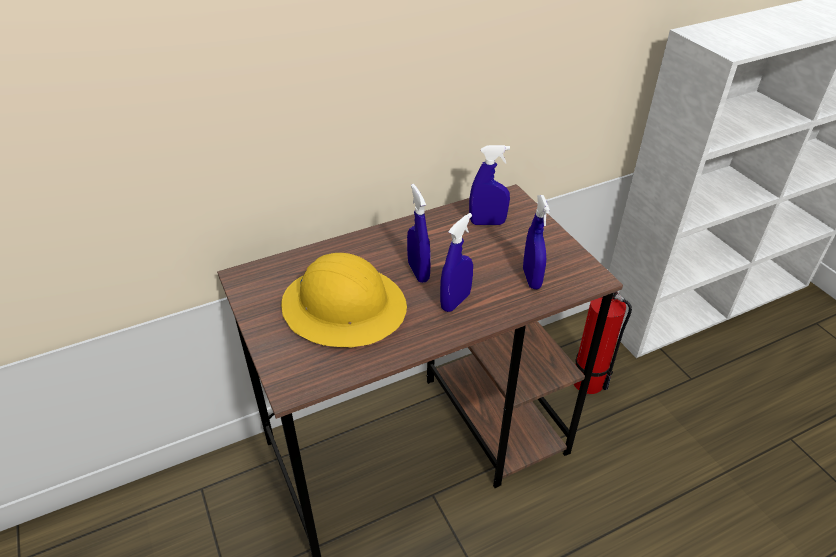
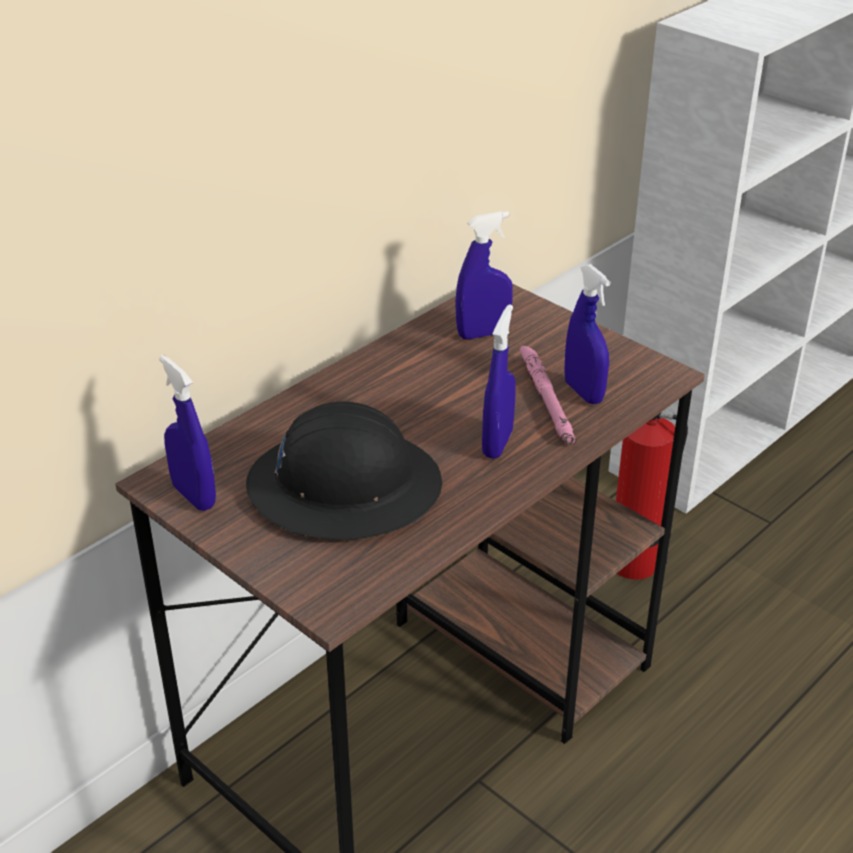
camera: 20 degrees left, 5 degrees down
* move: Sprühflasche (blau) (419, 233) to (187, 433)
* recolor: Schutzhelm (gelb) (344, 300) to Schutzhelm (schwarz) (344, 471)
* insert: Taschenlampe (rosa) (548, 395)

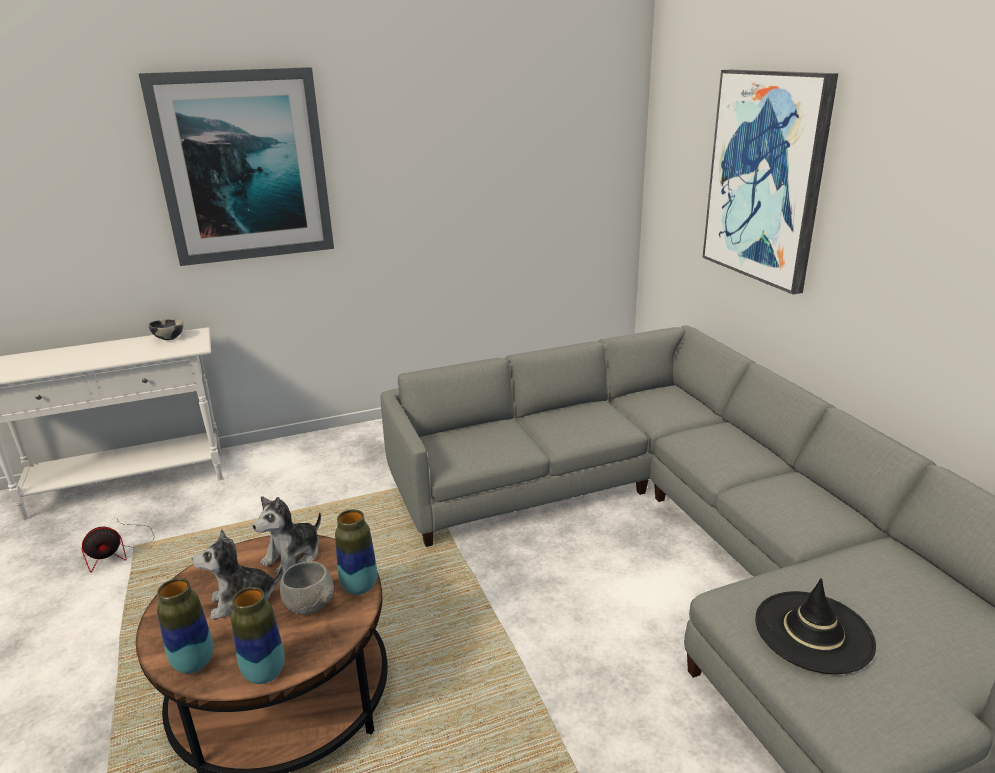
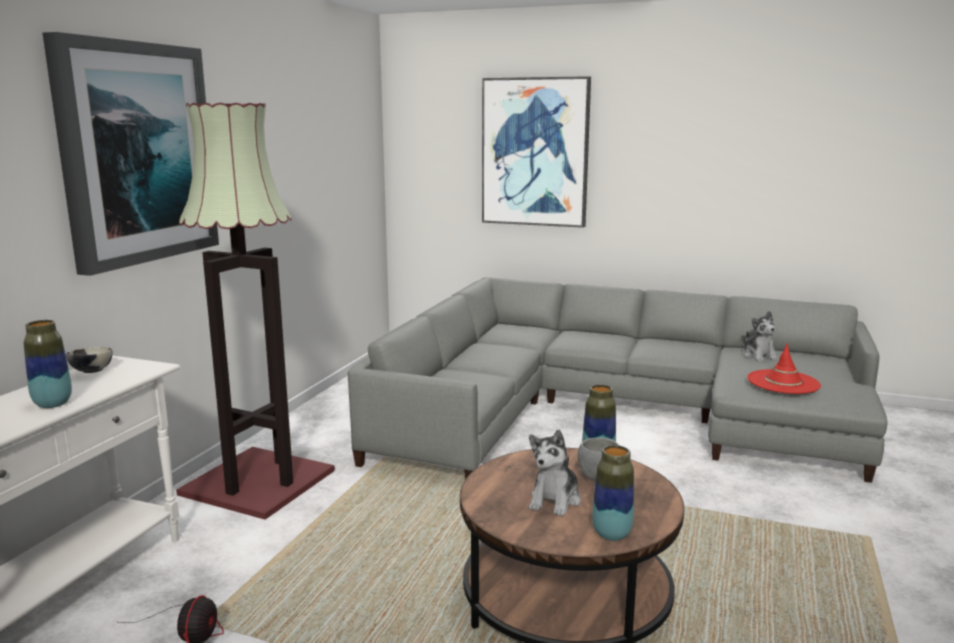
camera: 50 degrees left, 10 degrees down
* move: Plüschtier (286, 535) to (761, 336)
* recolor: Hut (schwarz) (815, 626) to Hut (rot) (784, 368)
* move: Vase (258, 635) to (48, 364)
* insert: Stehlampe (255, 311)

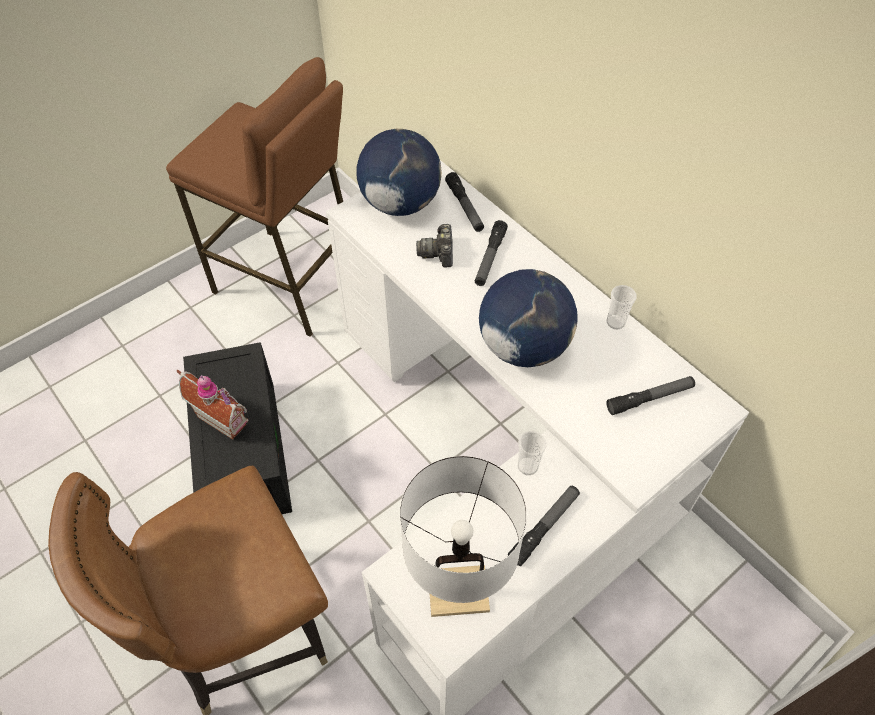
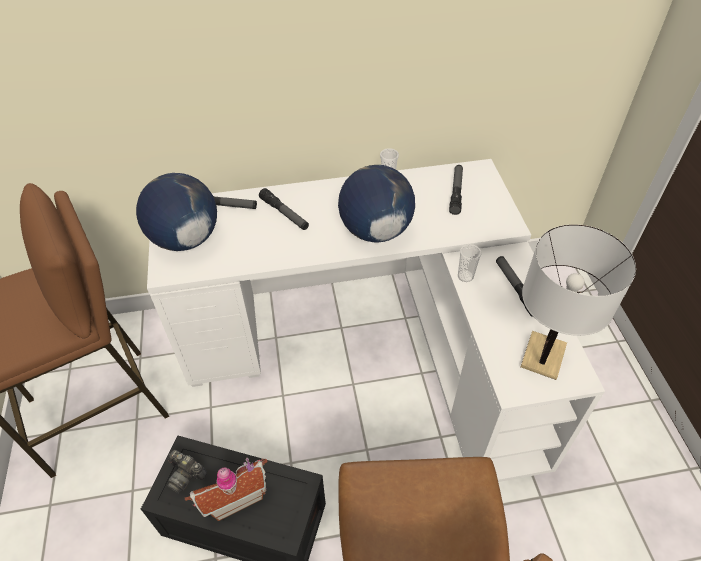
camera: 60 degrees left, 5 degrees down
* move: Kamera (434, 246) to (187, 472)

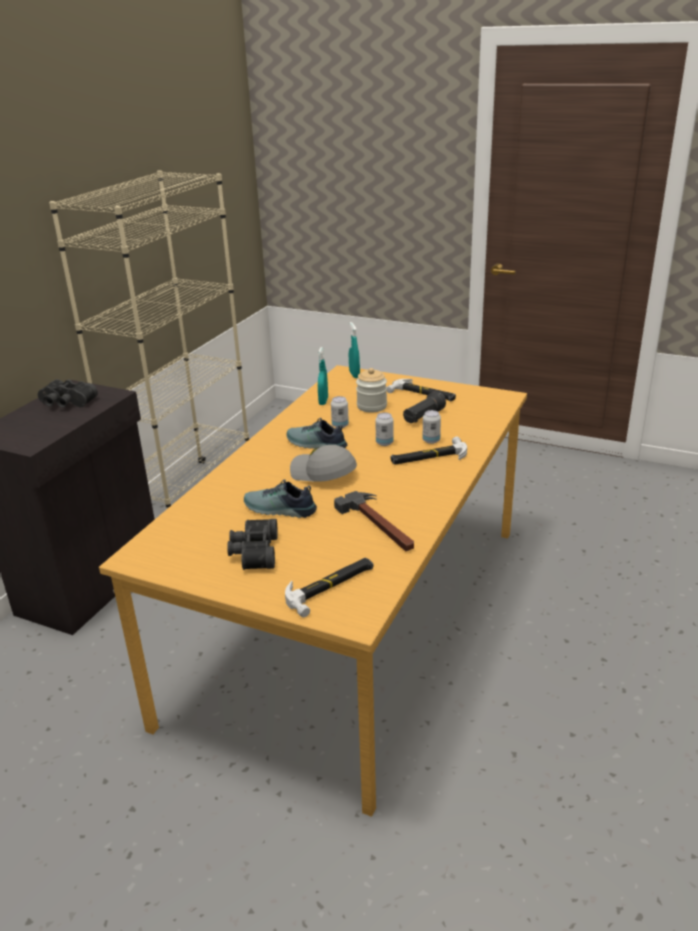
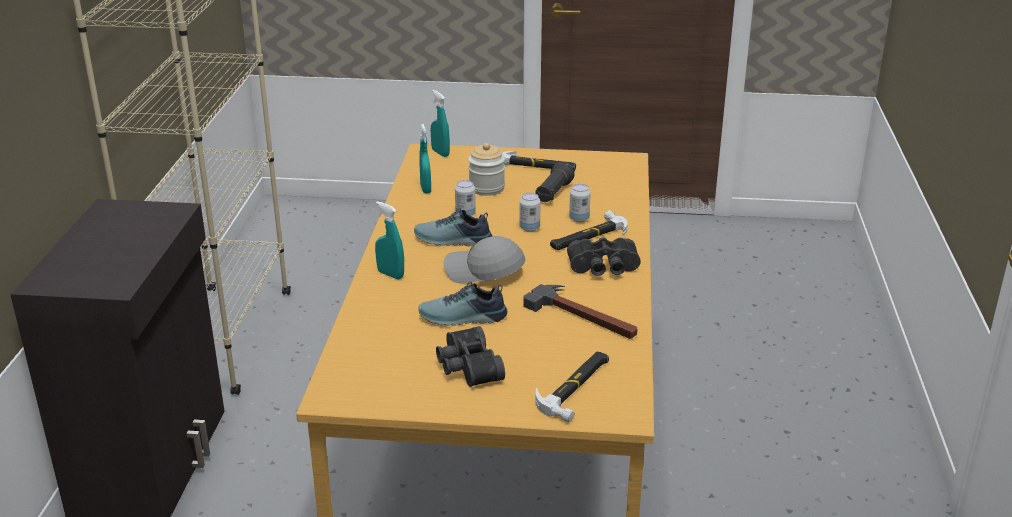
camera: 20 degrees left, 0 degrees up
* move: Fernglas (schwarz) (68, 393) to (604, 256)
* insert: Sprühflasche (türkis) (389, 240)

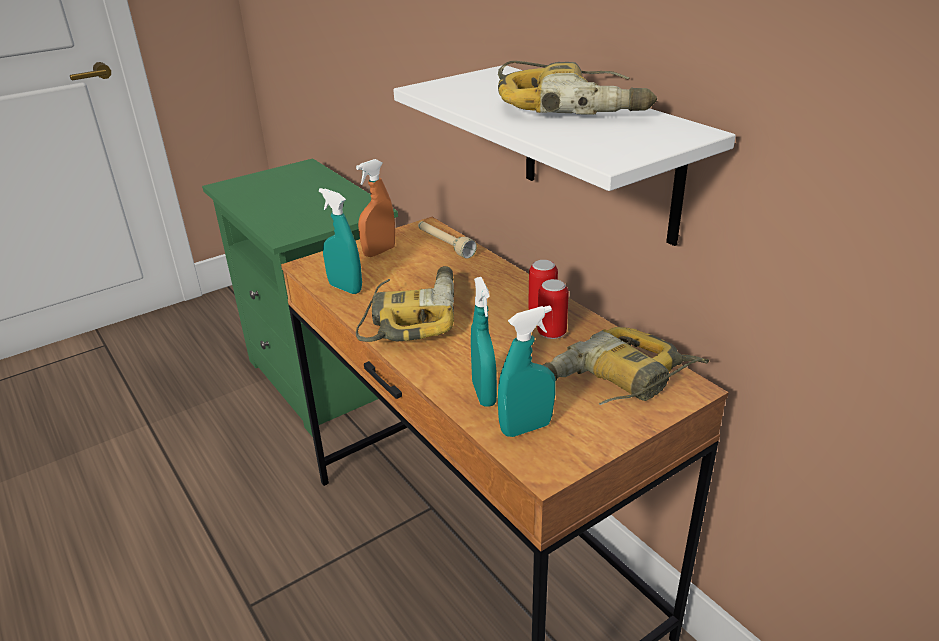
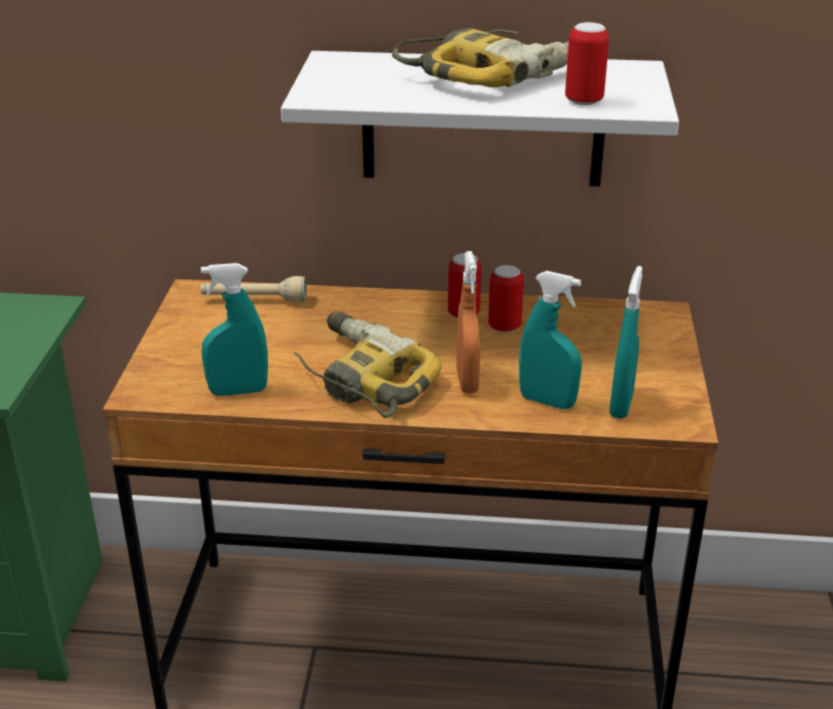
camera: 50 degrees left, 0 degrees up
* move: Sprühflasche (orange) (375, 208) to (468, 322)
* delete: Bohrmaschine (626, 366)
* insert: Dose (587, 63)

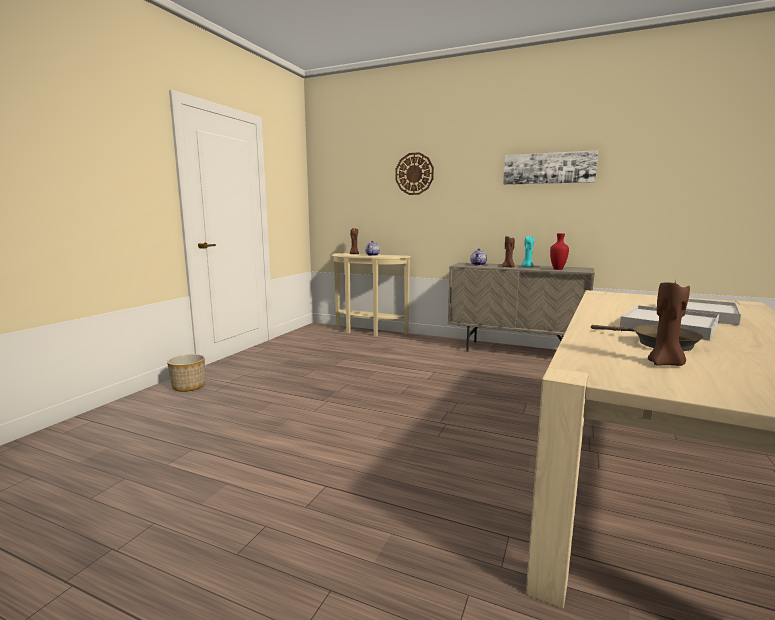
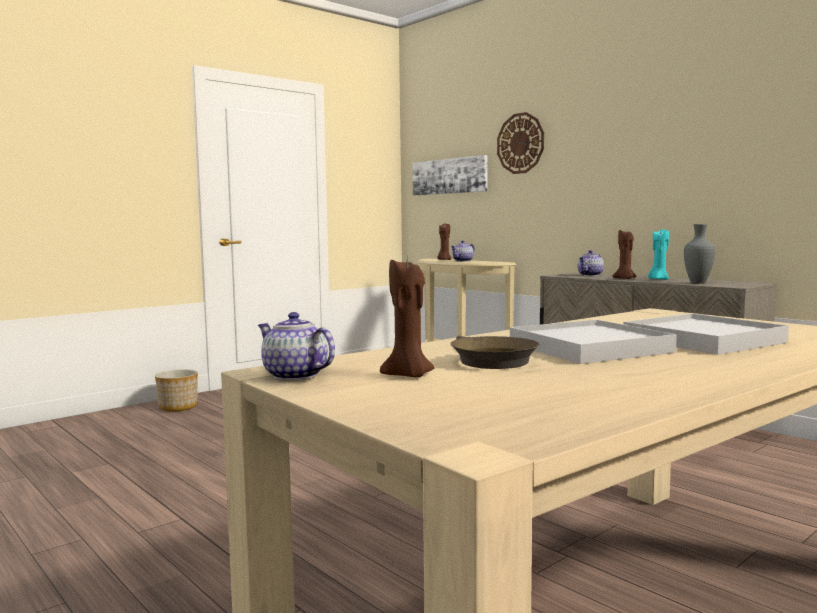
camera: 25 degrees right, 5 degrees down
* move: Bild (550, 167) to (450, 175)
* recolor: Vase (rot) (559, 251) to Vase (grau) (699, 254)
* insert: Teekanne (296, 346)

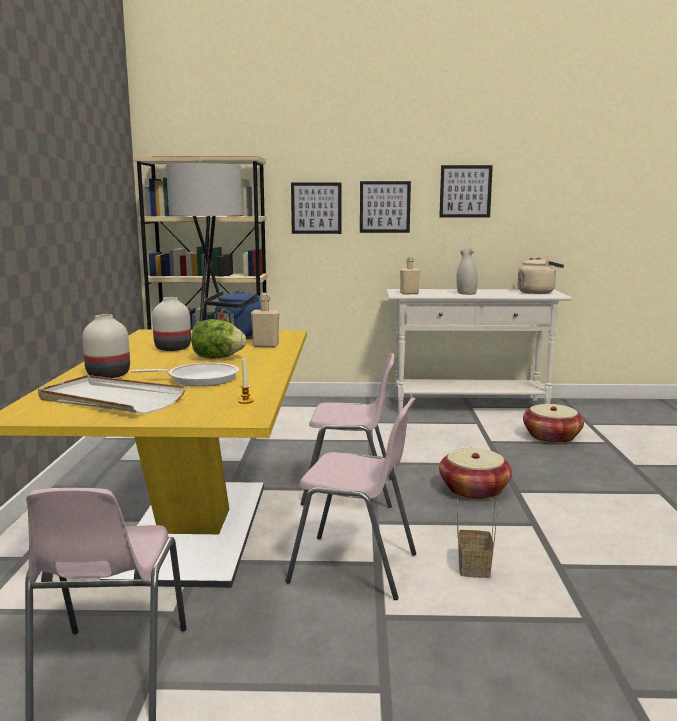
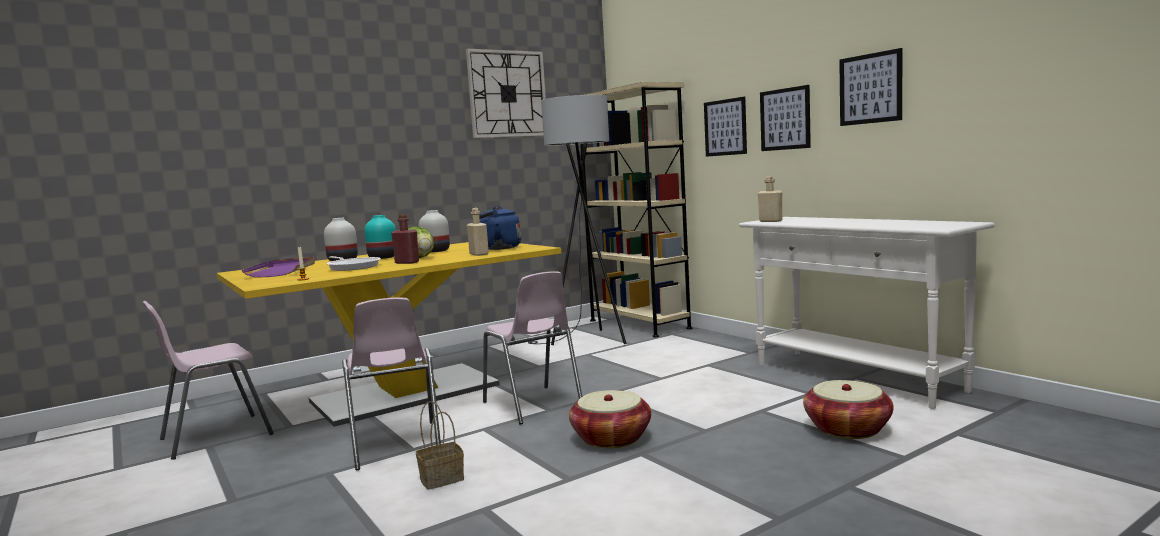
camera: 55 degrees right, 5 degrees down
* delete: Vase (weiß) (467, 272)
* delete: Wasserkessel (beige) (541, 275)
* recolor: Tablett (weiß) (112, 394) to Tablett (lila) (278, 267)
* insert: Wanduhr (506, 93)
* insert: Flasche (rot) (405, 239)
* insert: Vase (türkis) (380, 237)

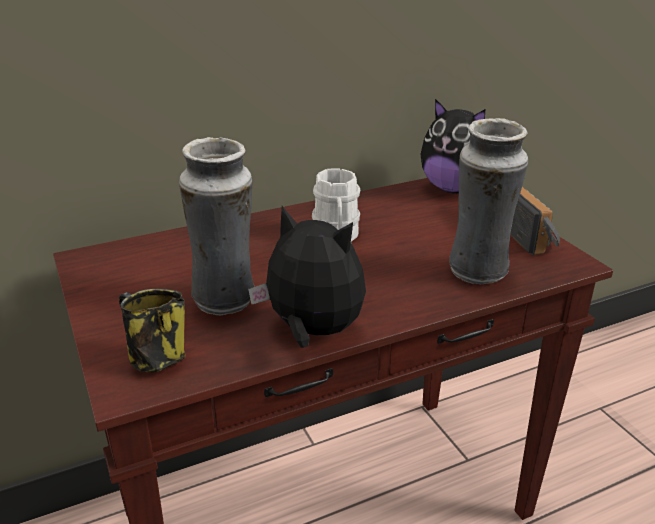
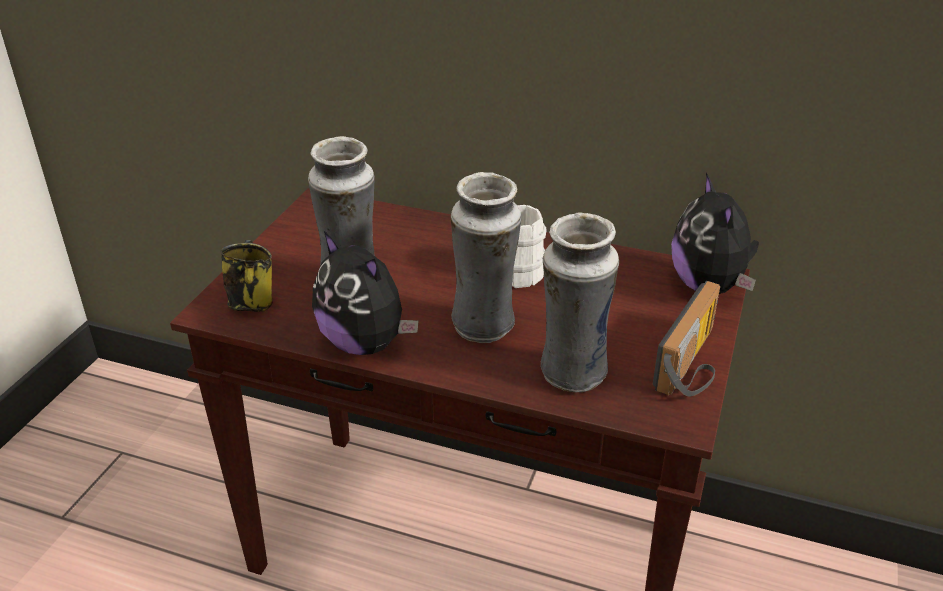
camera: 45 degrees right, 5 degrees up
* rotate: Plüschtier (307, 277) = (365, 293) 150 degrees clockwise
* insert: Vase (486, 257)

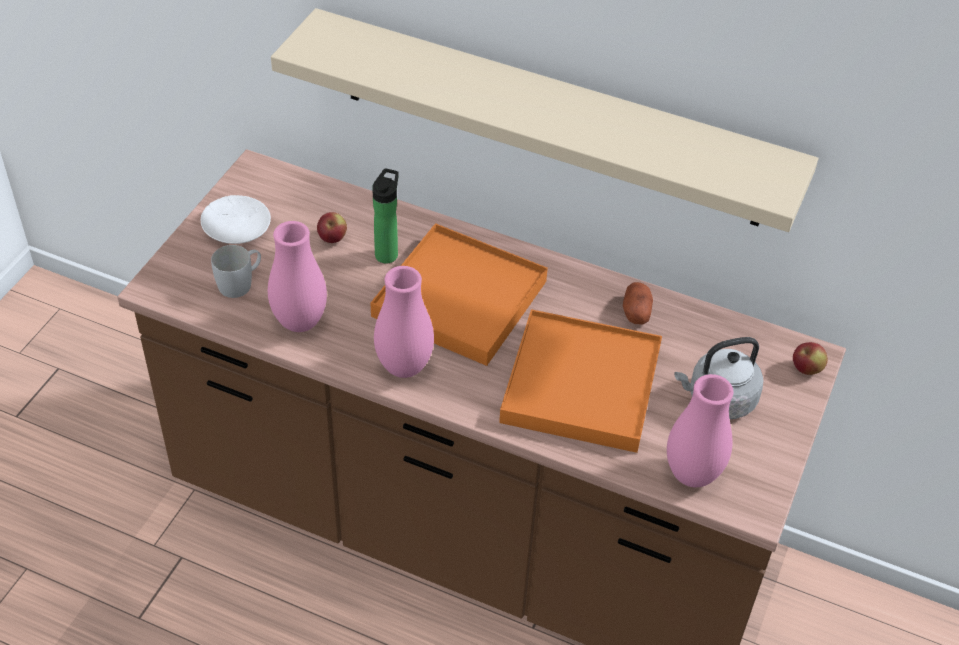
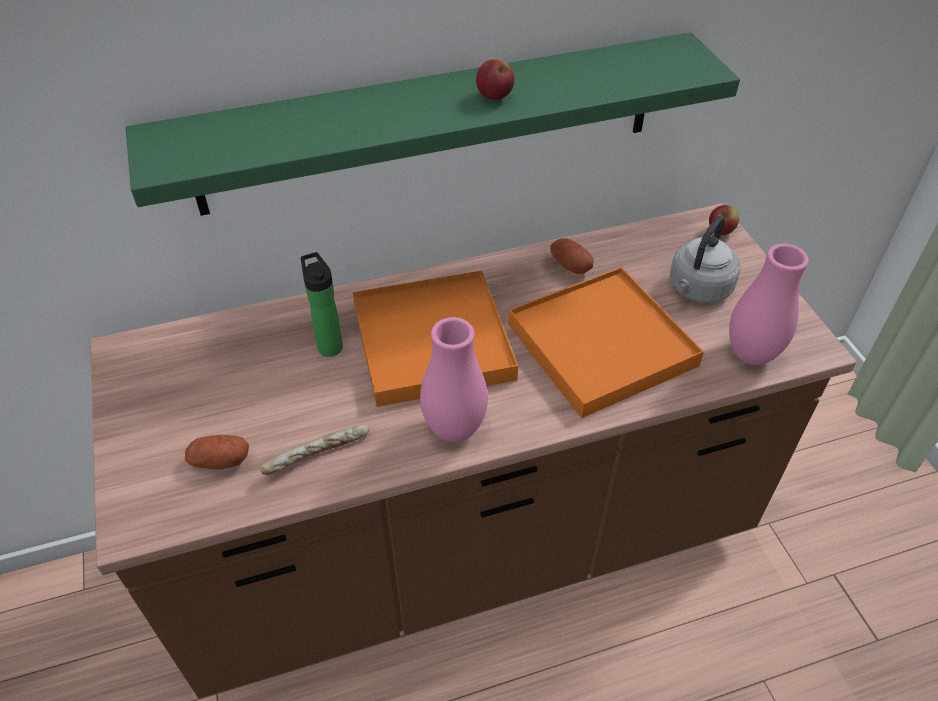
camera: 40 degrees left, 0 degrees up
* recolor: Wandregal (beige) (544, 120) to Wandregal (grün) (433, 124)
* delete: Teller (weiß) (236, 219)
* move: Apfel (332, 227) to (495, 79)
* replace: Vase (rosa) (297, 276) to Brot (315, 450)
* replace: Henkelbecher (weiß) (236, 271) to Kartoffel (217, 452)

